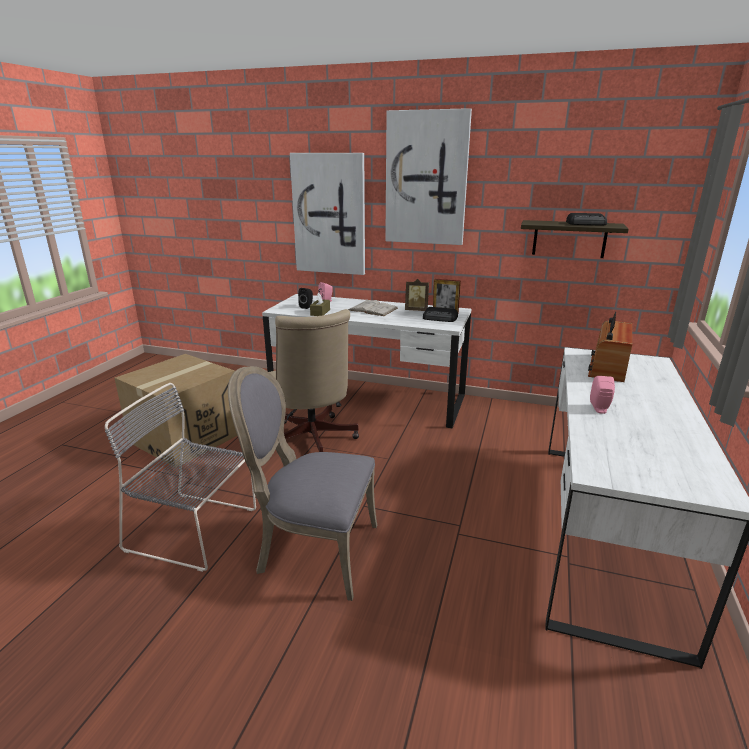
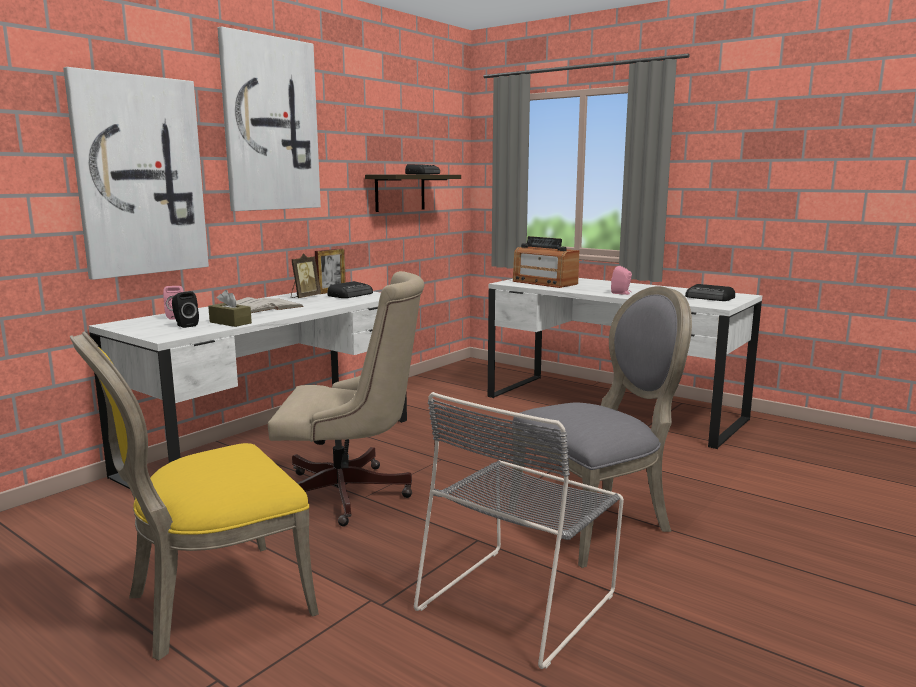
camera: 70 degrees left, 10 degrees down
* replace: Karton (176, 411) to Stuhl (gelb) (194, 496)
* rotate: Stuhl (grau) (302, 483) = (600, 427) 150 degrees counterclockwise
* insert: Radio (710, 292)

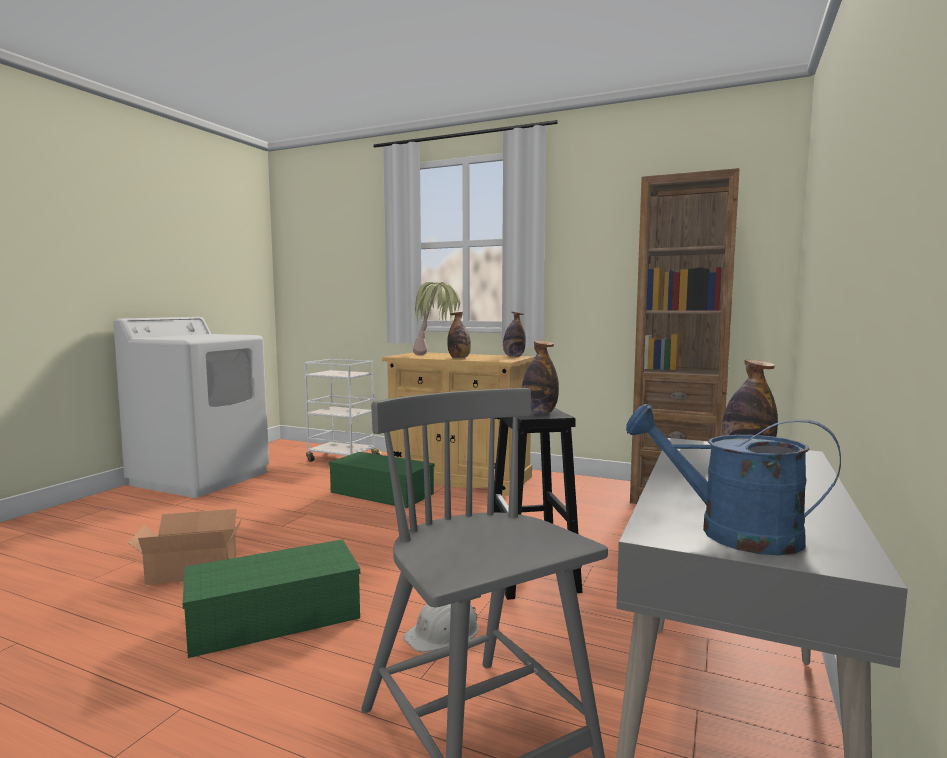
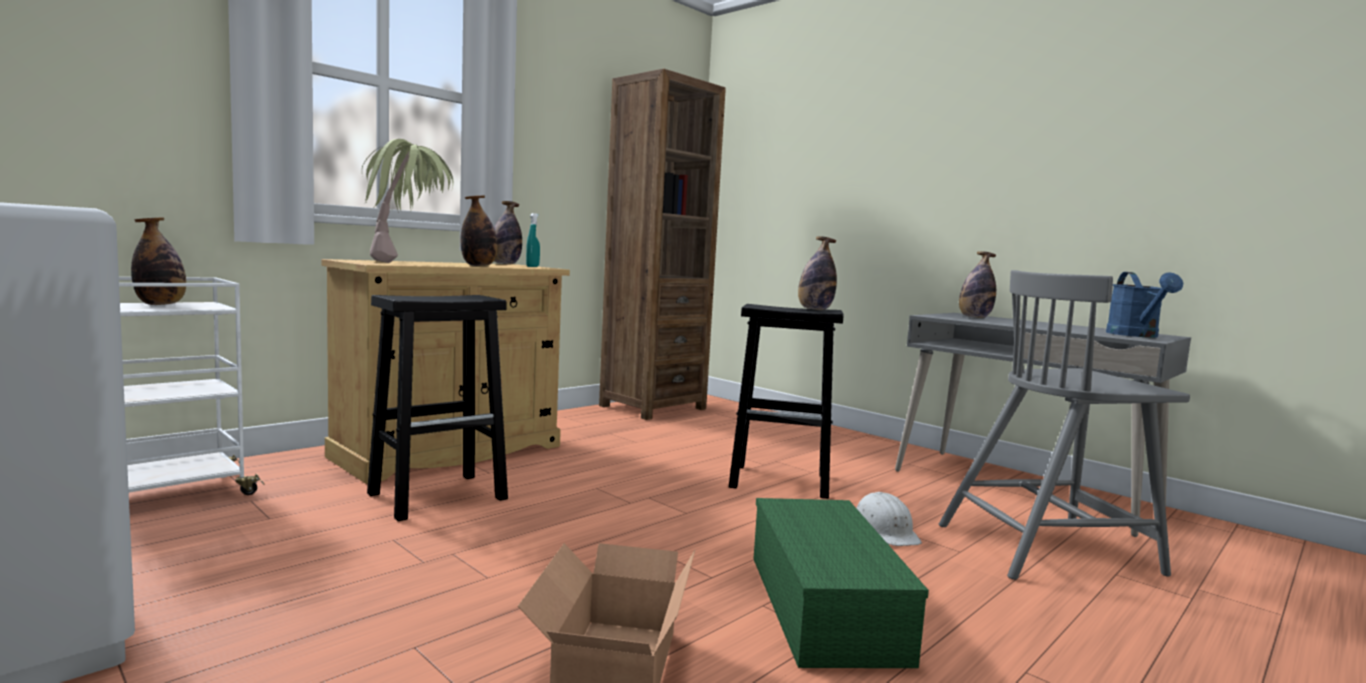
camera: 70 degrees left, 0 degrees up
* rotate: Gießkanne (blau) (733, 480) = (1144, 305) 45 degrees counterclockwise
* replace: Aufbewahrungsbox (grün) (381, 480) to Hocker (schwarz) (437, 408)
* insert: Sprühflasche (türkis) (533, 240)
* insert: Flasche (158, 261)

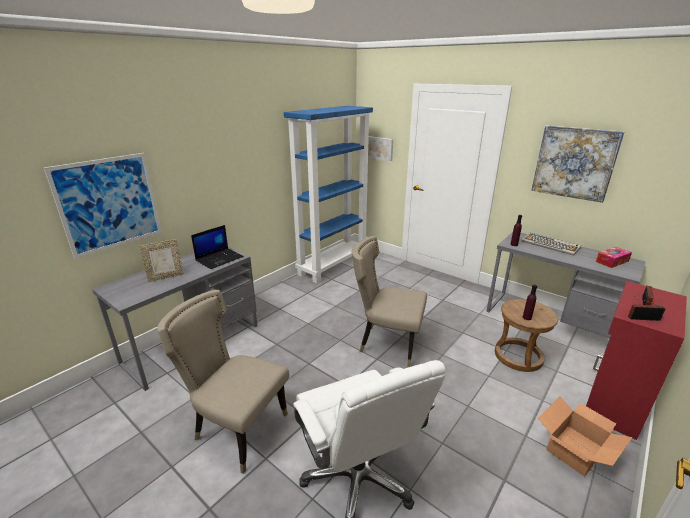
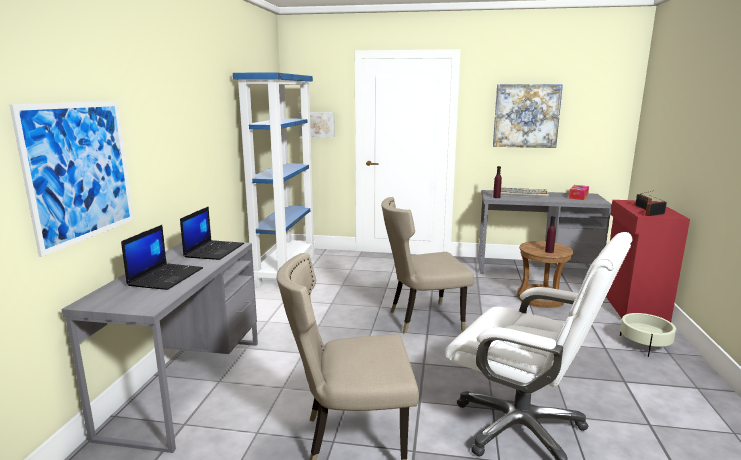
camera: 30 degrees left, 10 degrees down
* replace: Bilderrahmen (161, 260) to Laptop (162, 257)
* replace: Karton (585, 436) to Pflanzkübel (beige) (648, 335)

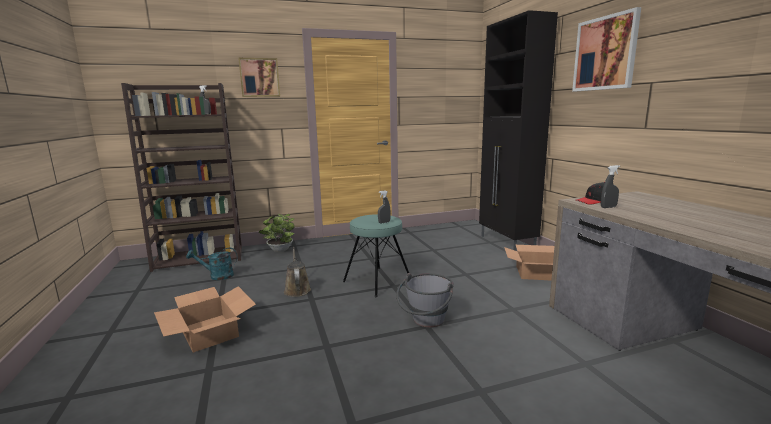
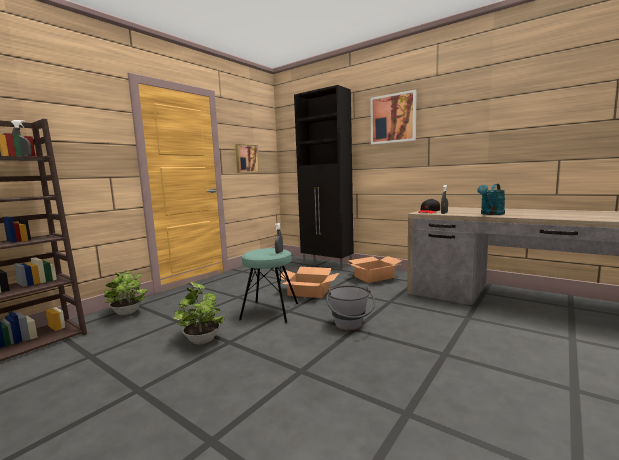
camera: 35 degrees left, 5 degrees down
* move: Bild (259, 77) to (247, 158)
* replace: Gießkanne (braun) (297, 272) to Topfpflanze (199, 313)
* move: Gießkanne (türkis) (212, 264) to (491, 199)
* move: Karton (205, 319) to (307, 282)

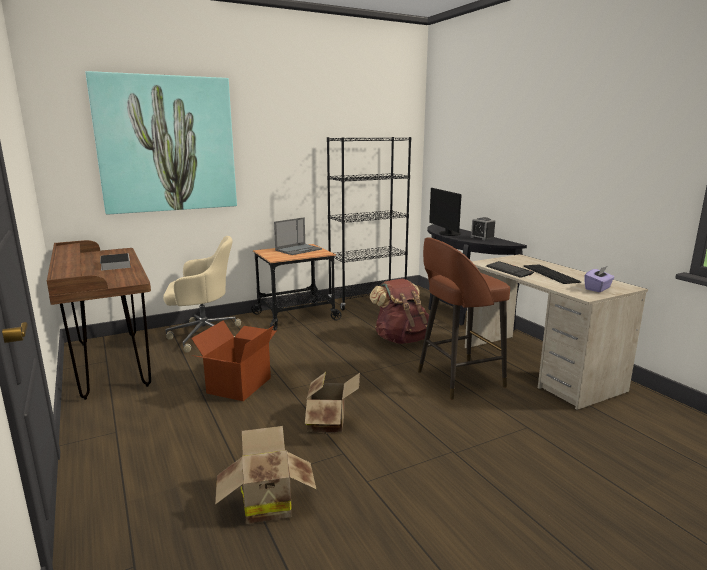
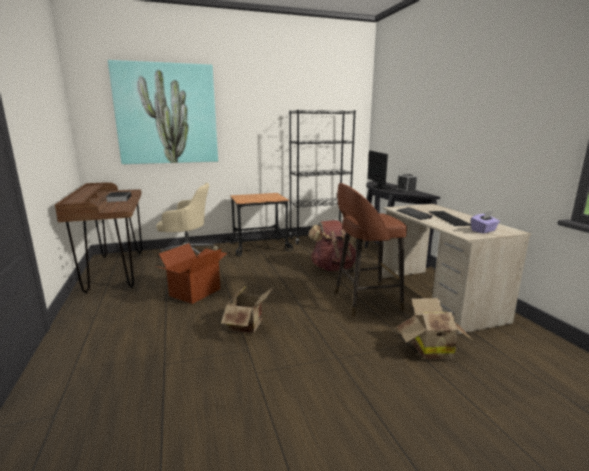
camera: 10 degrees right, 0 degrees up
* delete: Laptop (298, 236)
* move: Karton (265, 475) to (435, 328)

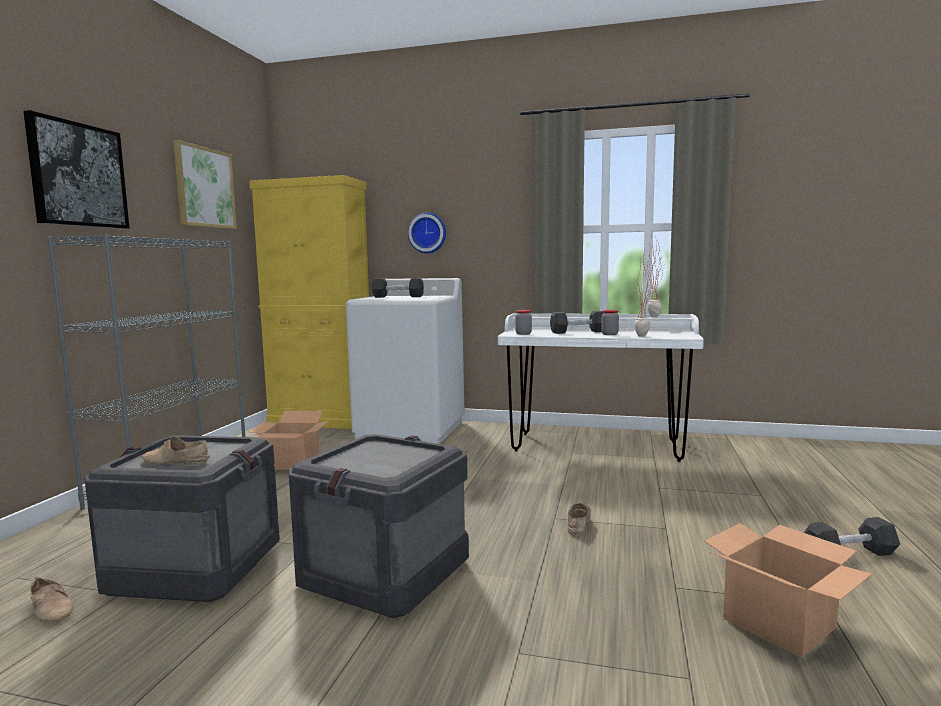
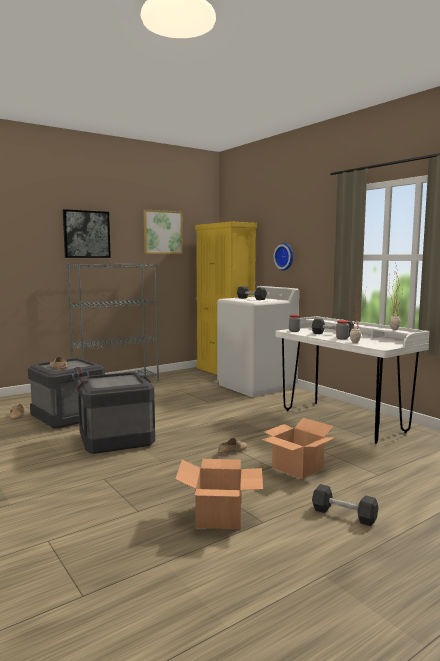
camera: 40 degrees right, 0 degrees up
* move: Karton (289, 440) to (298, 448)

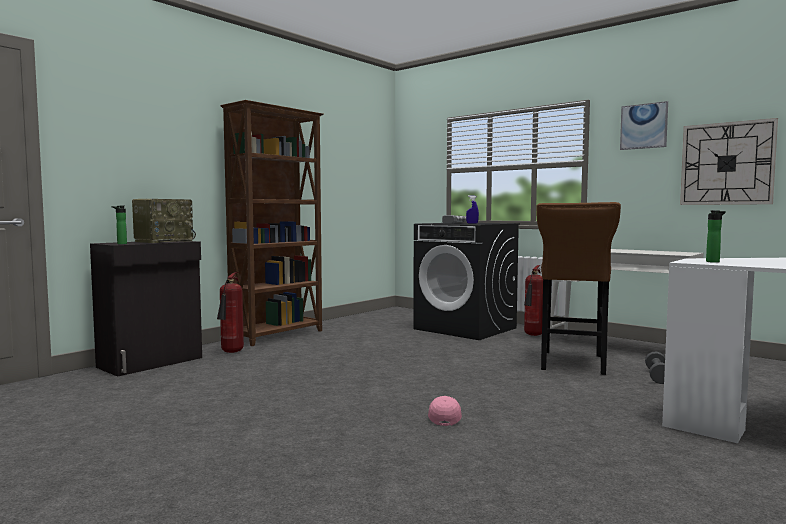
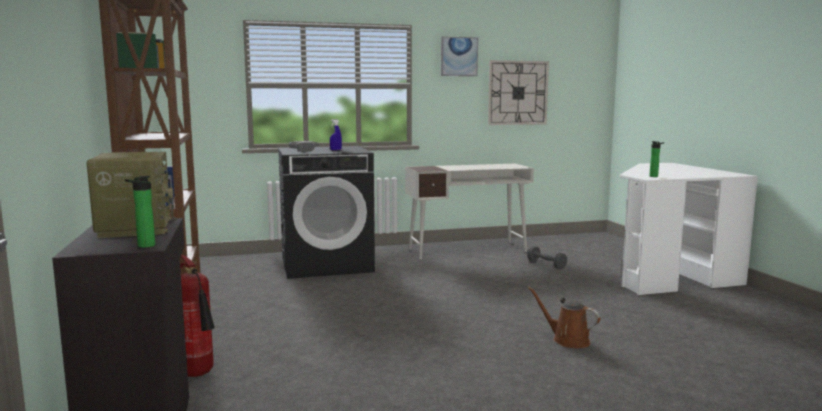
camera: 55 degrees left, 5 degrees up
* delete: Hocker (braun) (579, 288)
* delete: Feuerlöscher (533, 300)
* replace: Kappe (rosa) (445, 411) to Gießkanne (braun) (564, 317)

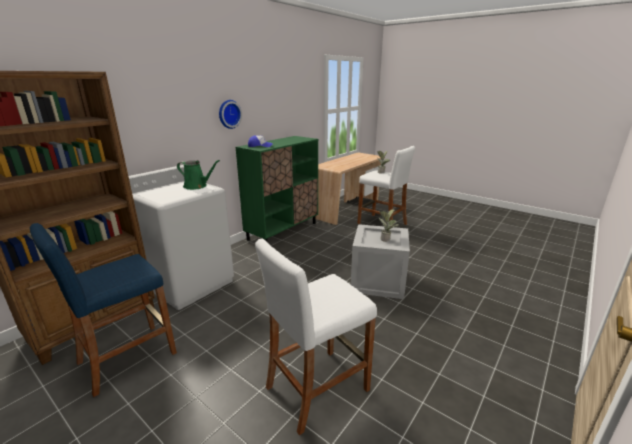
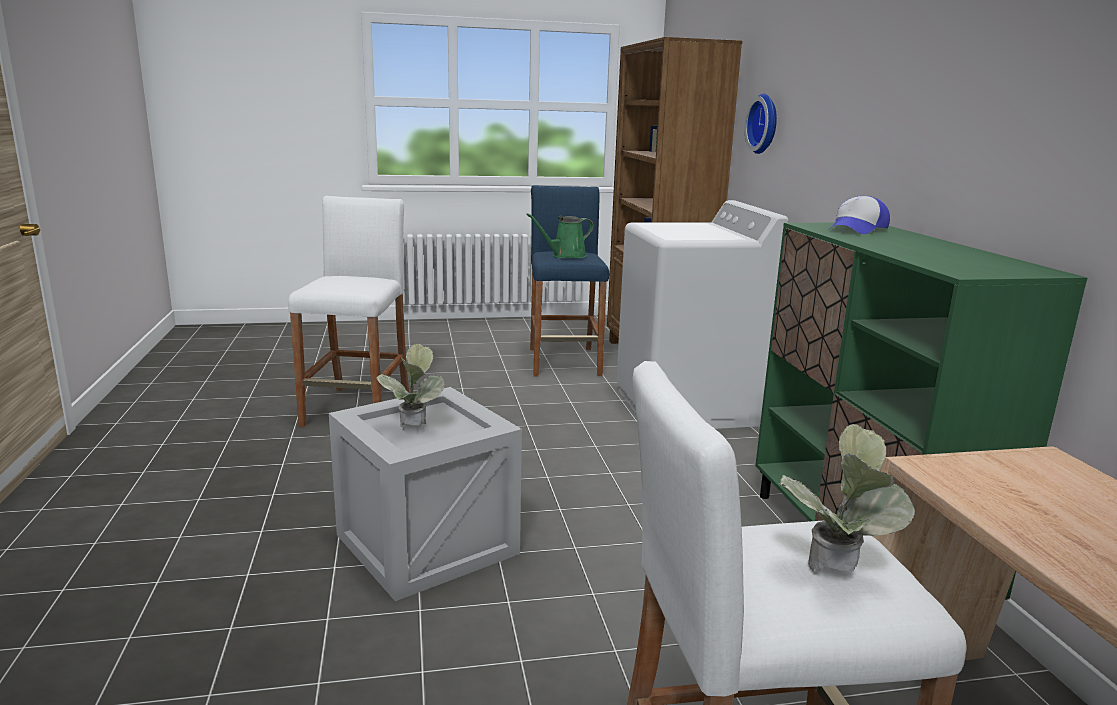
camera: 130 degrees right, 5 degrees down
* move: Wanduhr (230, 114) to (760, 124)
* move: Gießkanne (grün) (198, 175) to (559, 235)

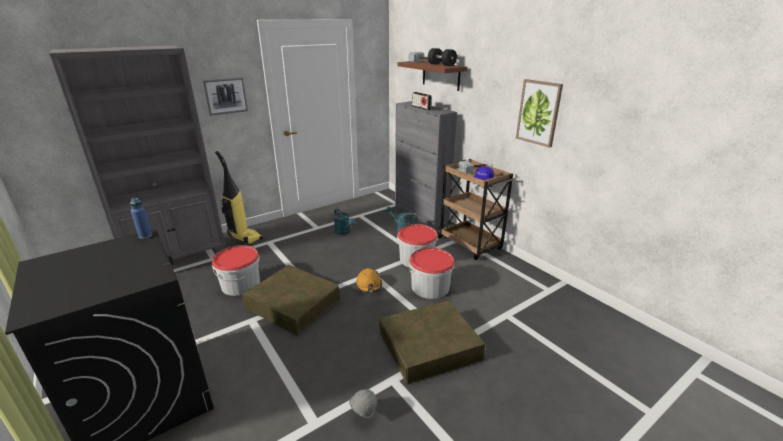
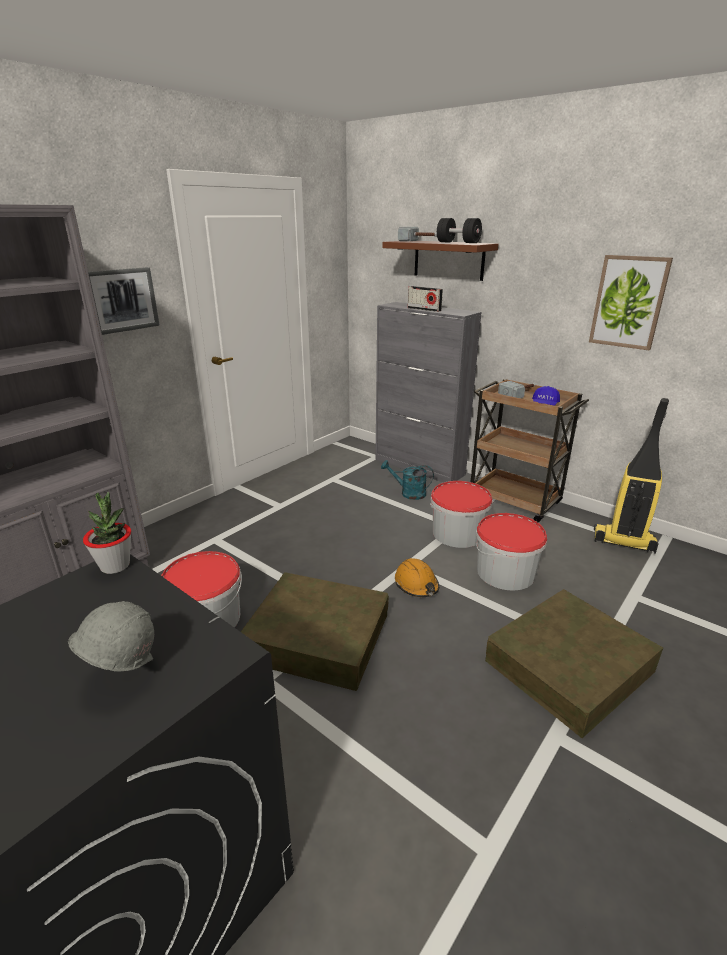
camera: 15 degrees left, 0 degrees up
* move: Staubsauger (239, 198) to (631, 476)
* replace: Flasche (blau) (141, 218) to Topfpflanze (107, 533)
* delete: Gießkanne (türkis) (344, 221)
* move: Schutzhelm (grau) (363, 403) to (111, 636)

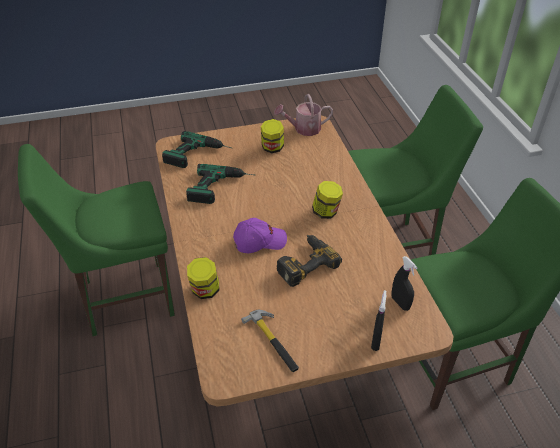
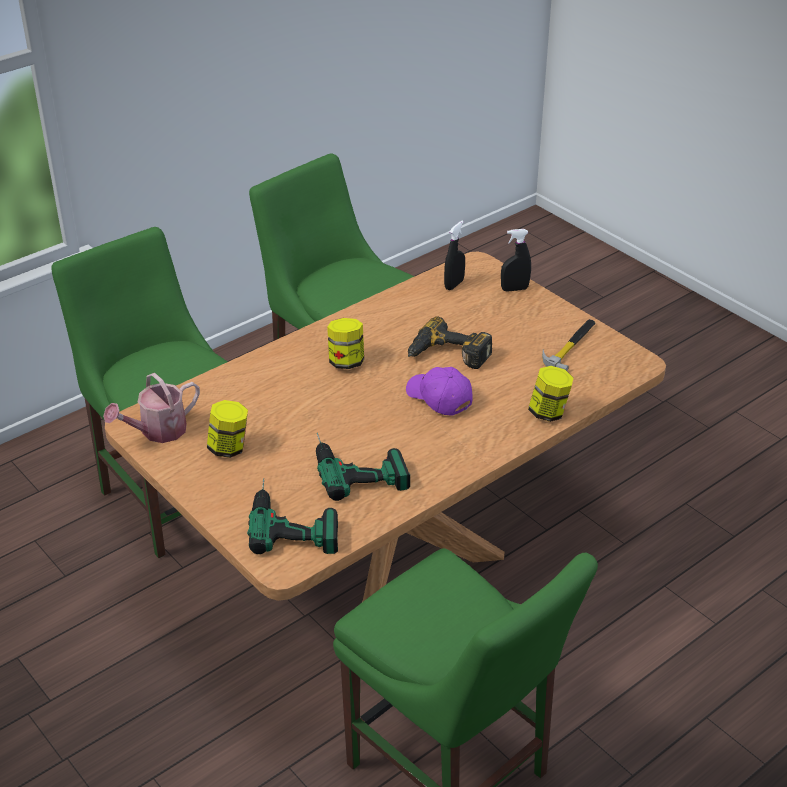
camera: 115 degrees left, 5 degrees down
* rotate: Gießkanne (303, 115) = (151, 408) 90 degrees clockwise

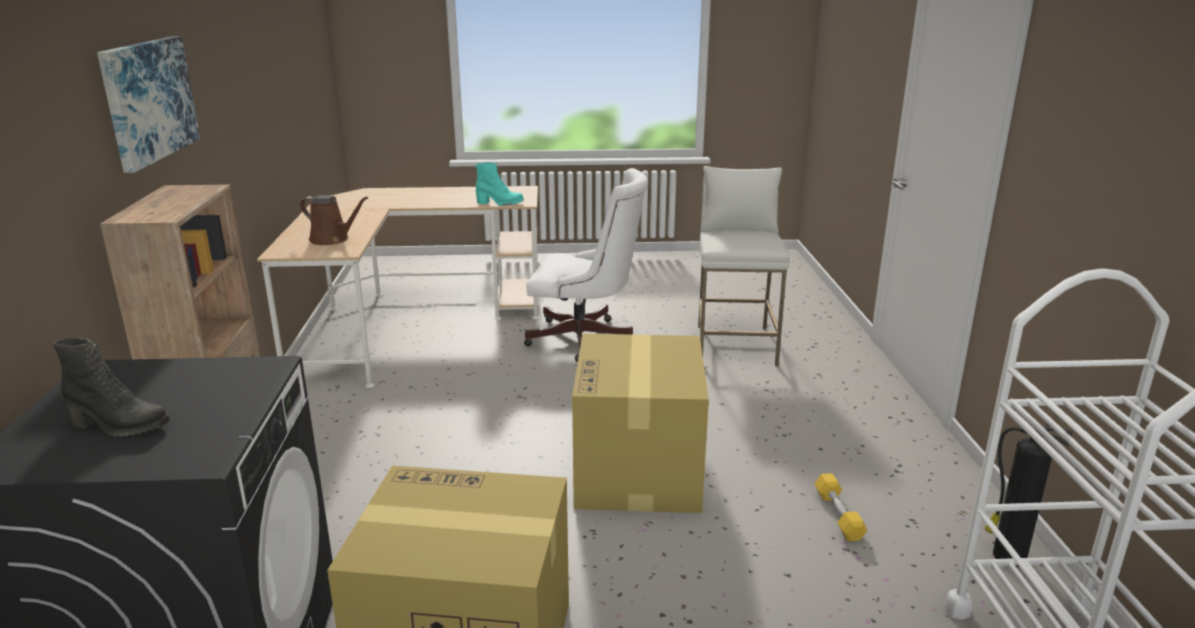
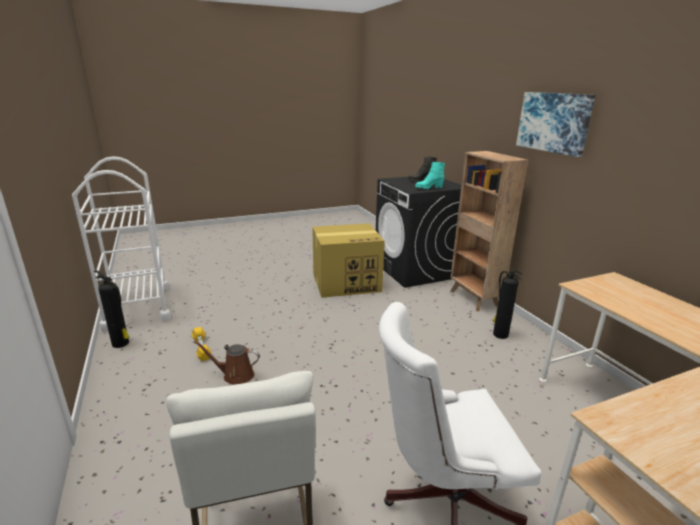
camera: 160 degrees right, 0 degrees up
* move: Stiefel (türkis) (500, 184) to (430, 175)
* move: Gießkanne (braun) (334, 220) to (226, 362)
* delete: Karton (640, 423)
* insert: Feuerlöscher (508, 305)

